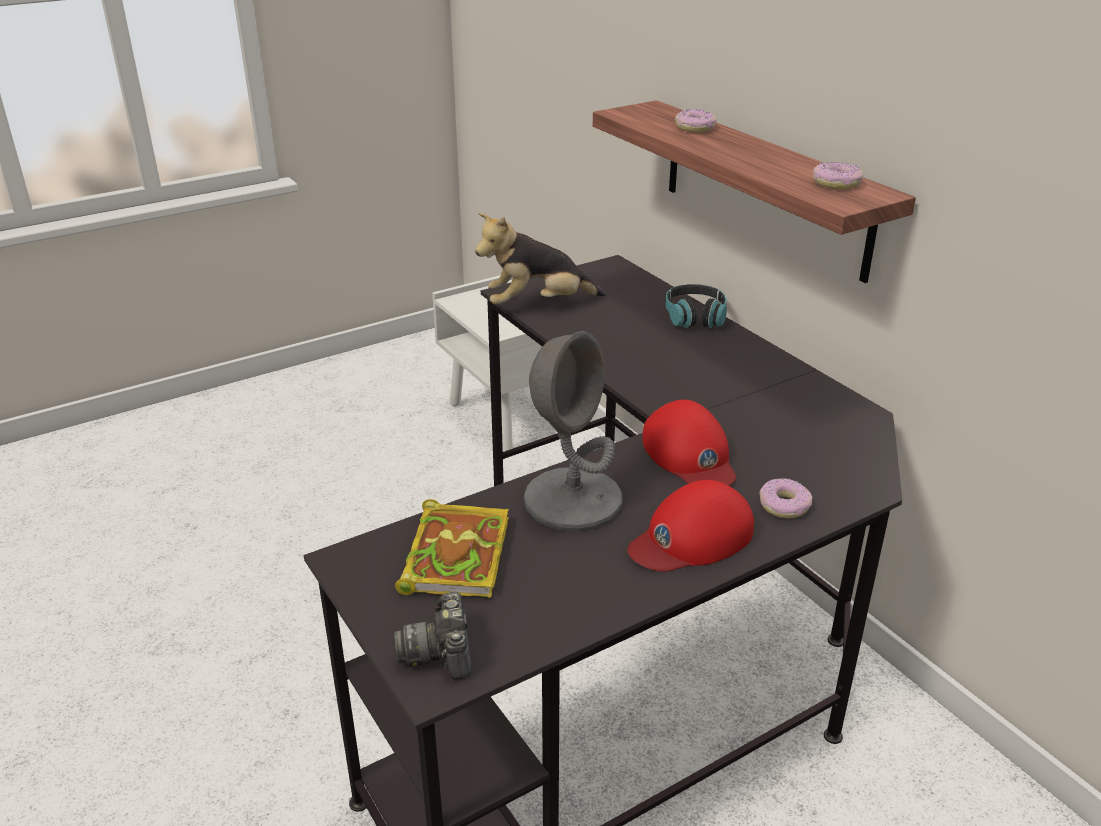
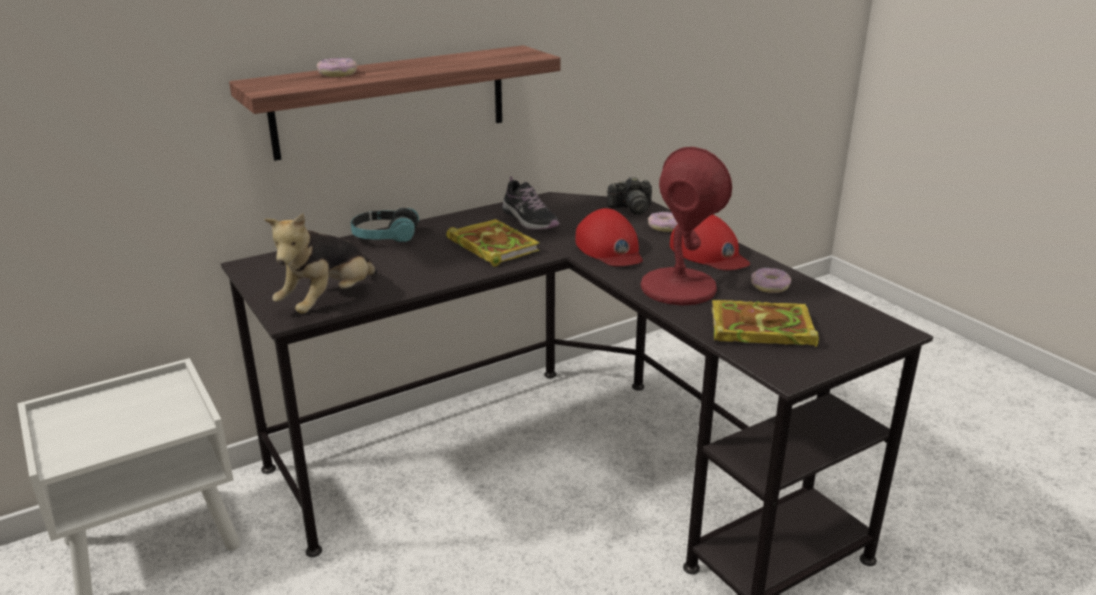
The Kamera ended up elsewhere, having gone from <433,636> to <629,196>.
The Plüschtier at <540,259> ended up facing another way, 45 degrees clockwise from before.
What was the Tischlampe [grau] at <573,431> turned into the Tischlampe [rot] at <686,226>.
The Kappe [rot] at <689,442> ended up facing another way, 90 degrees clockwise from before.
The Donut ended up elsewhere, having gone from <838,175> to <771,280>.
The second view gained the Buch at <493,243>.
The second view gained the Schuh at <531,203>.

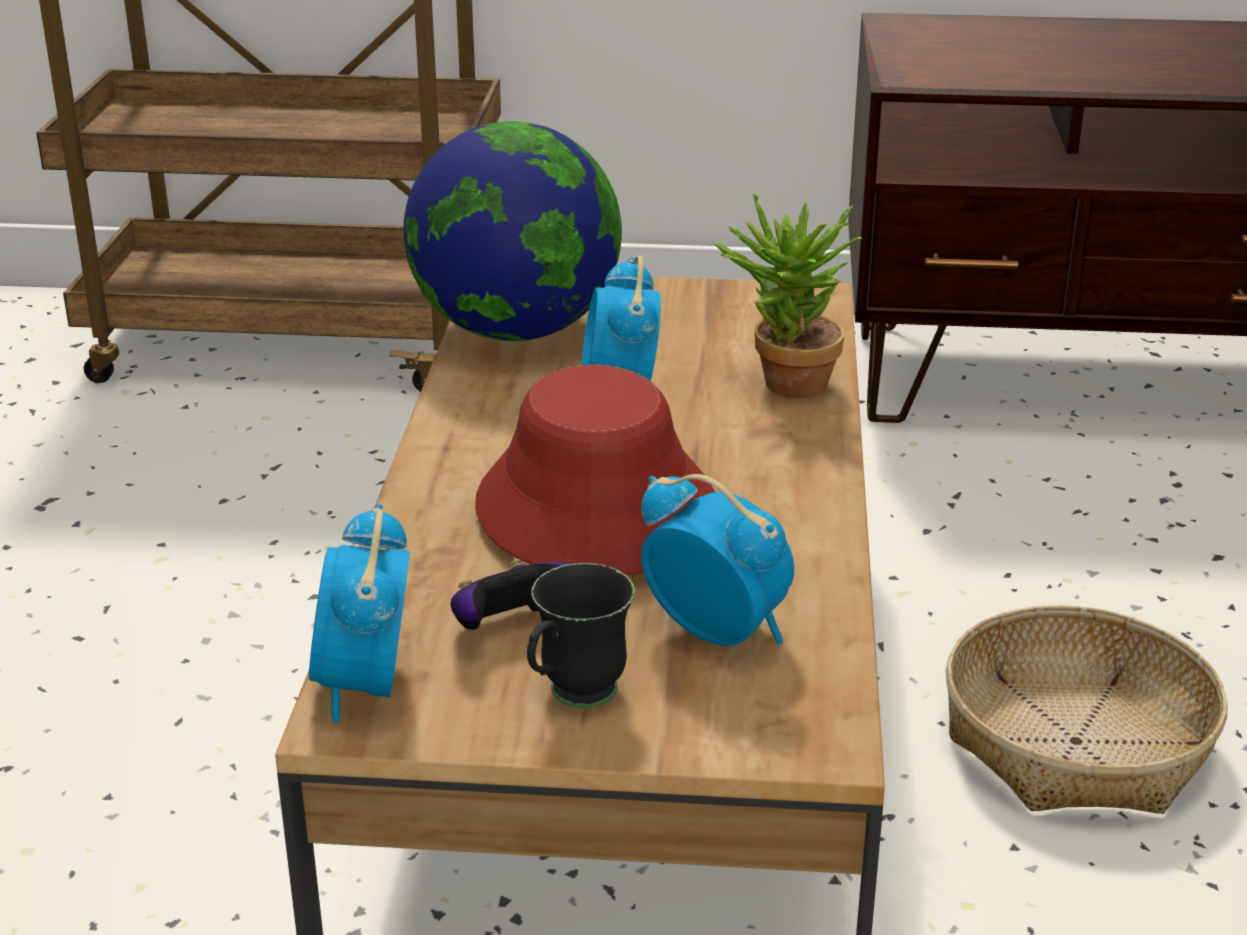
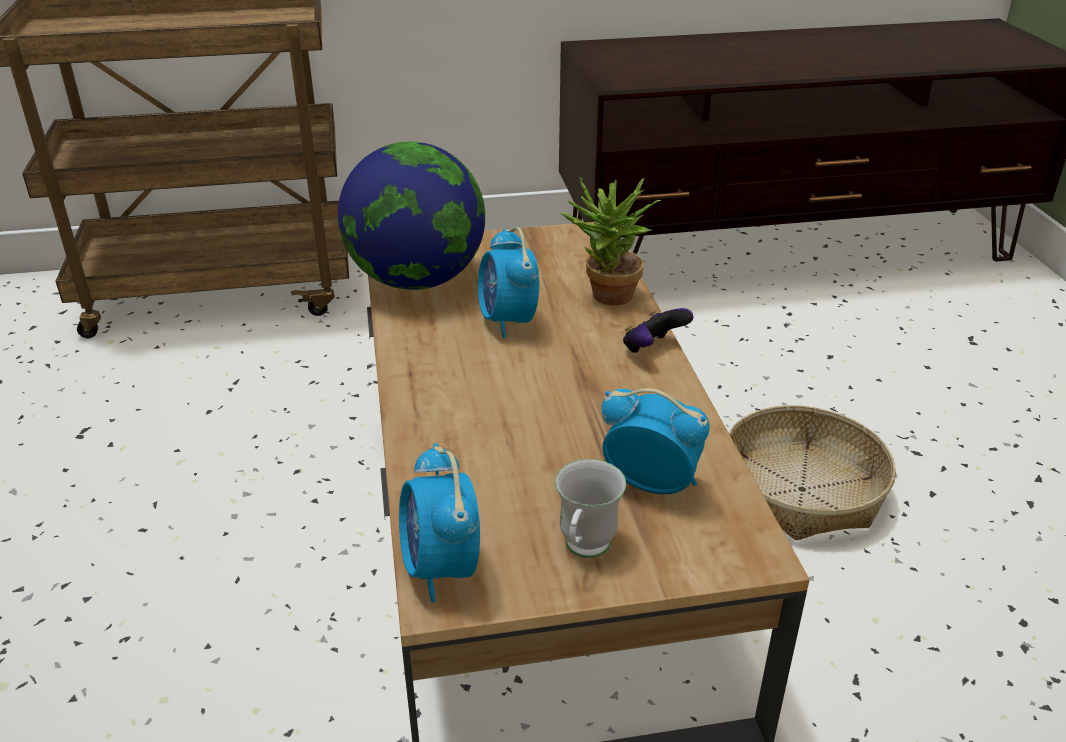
The Gamepad ended up elsewhere, having gone from <510,594> to <658,330>.
The second view lost the Hut [rot] at <595,470>.
What was the Henkelbecher [schwarz] at <581,635> turned into the Henkelbecher [weiß] at <590,508>.

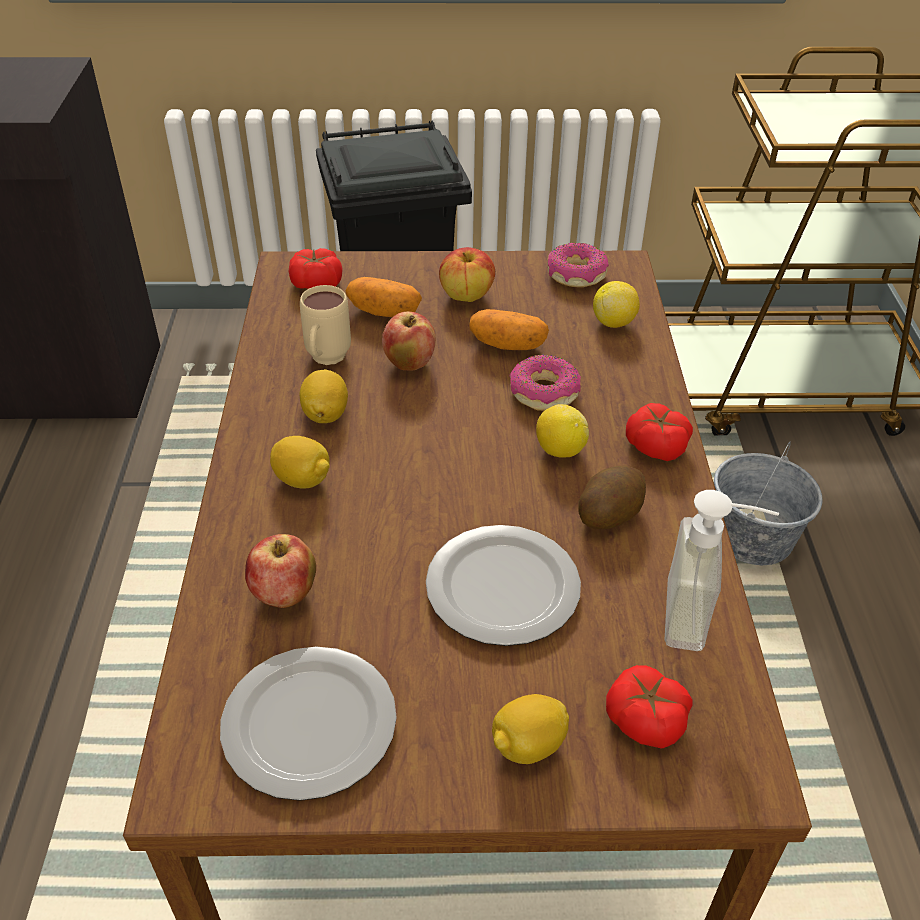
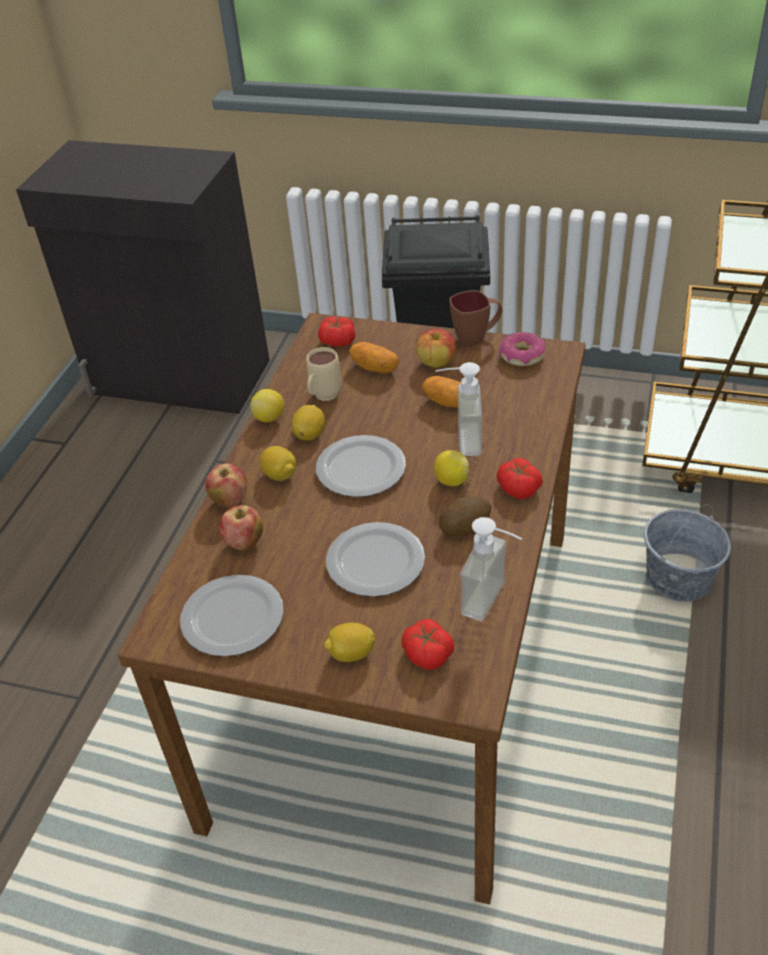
The Apfel ended up elsewhere, having gone from <409,341> to <226,485>.
Where the Donut stood at <545,383>, the Seifenspender came to stand at <458,409>.
The Zitrone ended up elsewhere, having gone from <616,304> to <267,405>.
The second view gained the Teller at <361,466>.
The second view gained the Henkelbecher [braun] at <476,318>.

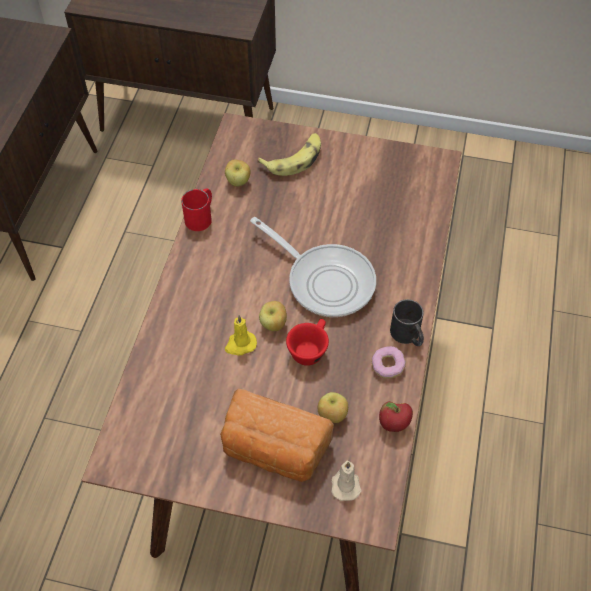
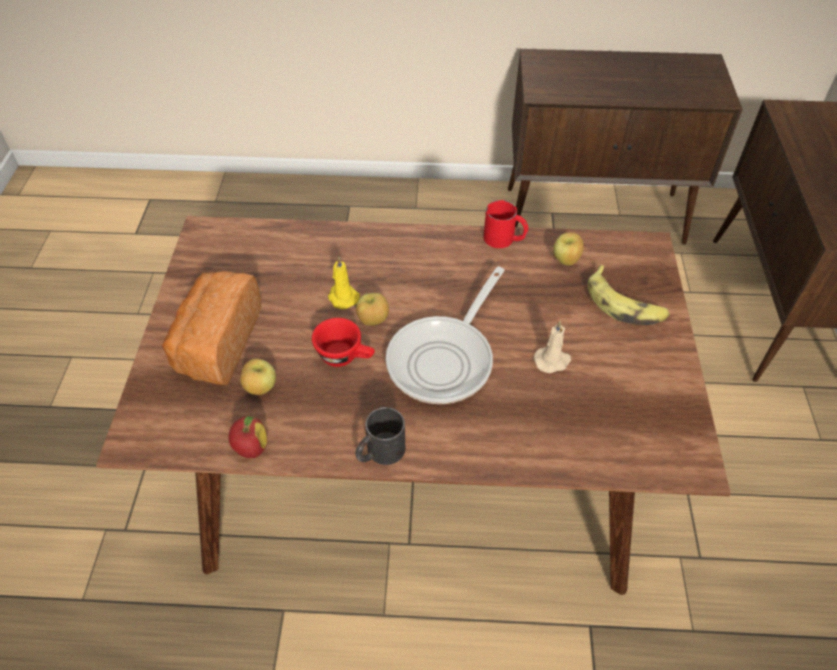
The Kerze [beige] ended up elsewhere, having gone from <346,480> to <552,347>.
The second view lost the Donut at <389,362>.

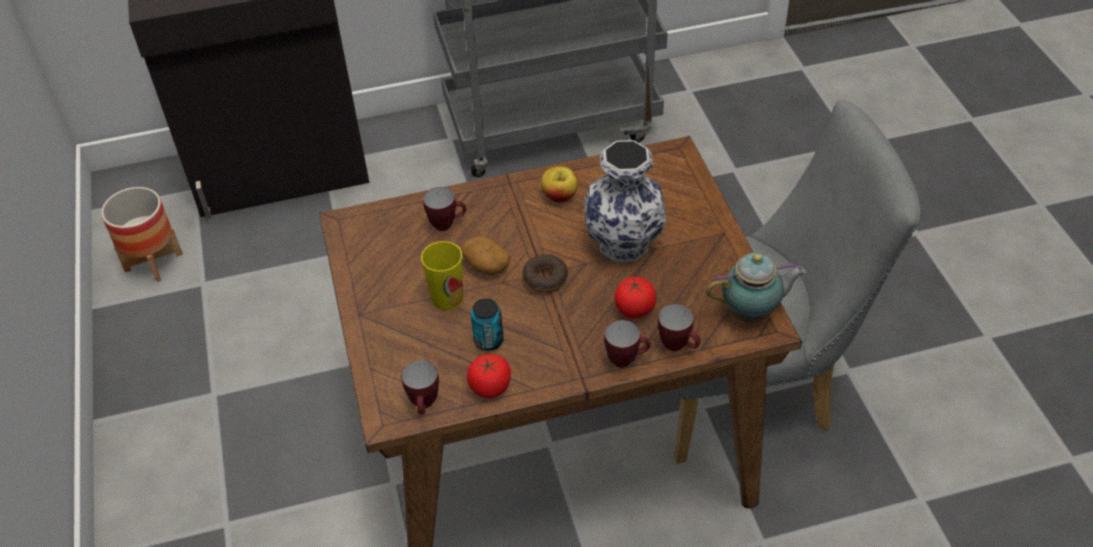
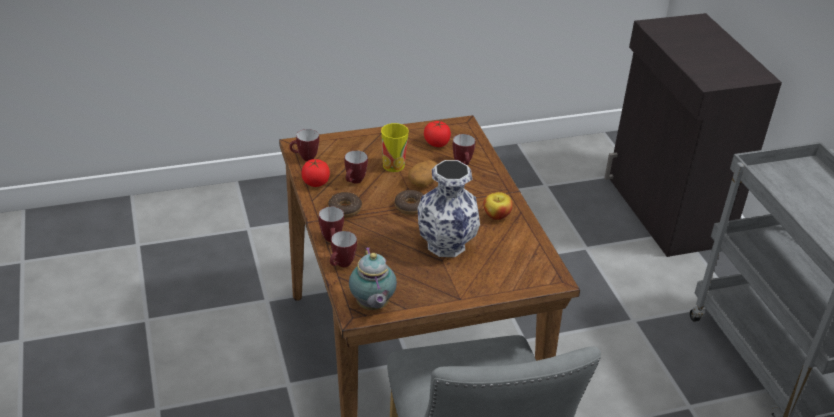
The second view lost the Pflanzkübel at <142,234>.
Where the Dose stood at <487,325>, the Henkelbecher came to stand at <356,167>.
The Tomate ended up elsewhere, having gone from <635,297> to <437,134>.
The second view gained the Donut at <345,204>.

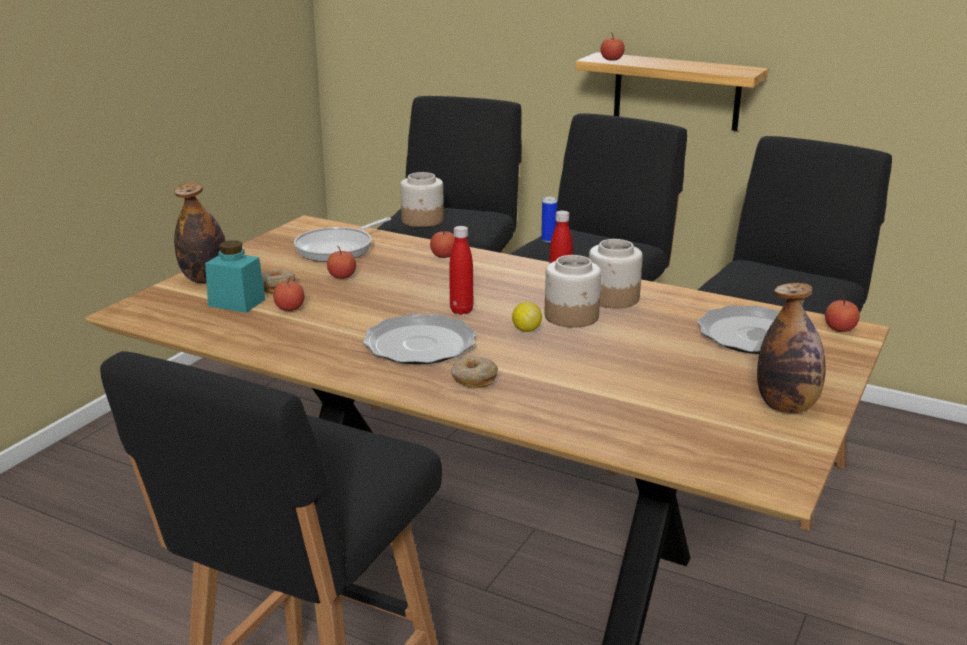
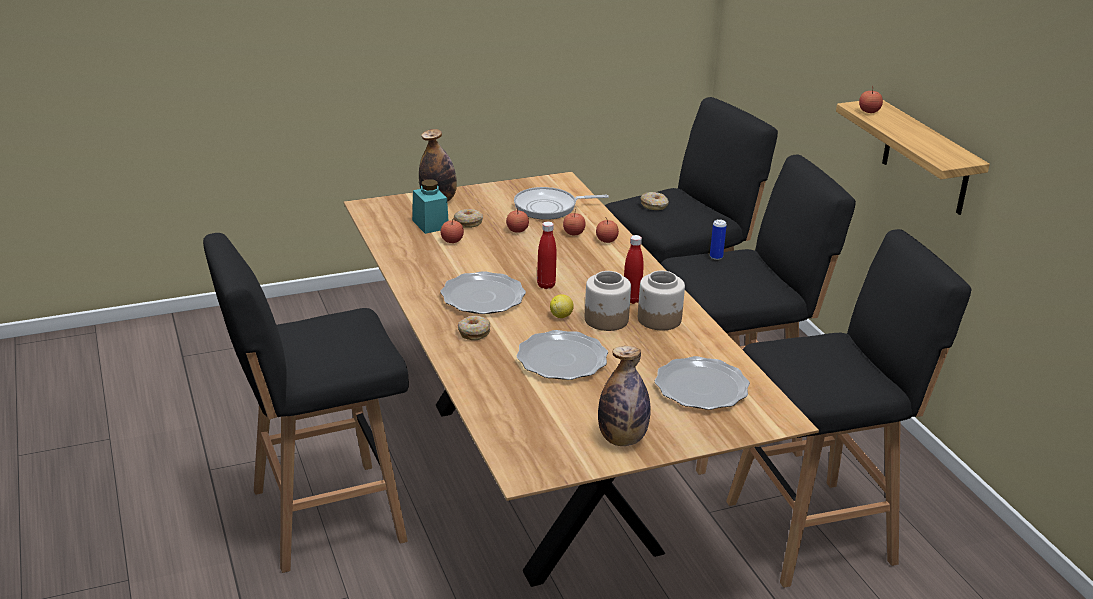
Where the Vorratsglas stood at <422,199>, the Donut came to stand at <654,201>.
The Apfel ended up elsewhere, having gone from <842,313> to <574,222>.
The second view gained the Teller at <562,355>.

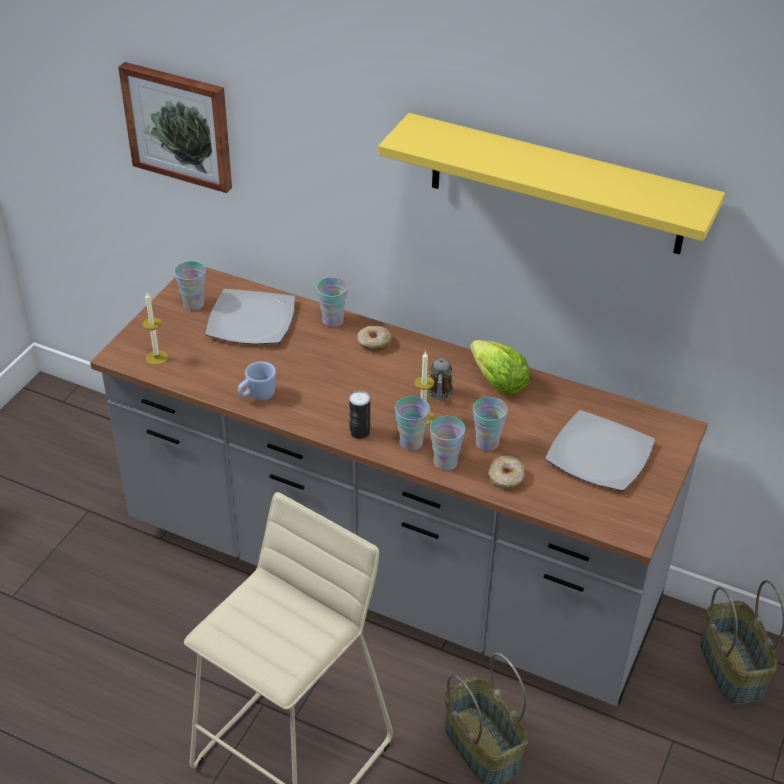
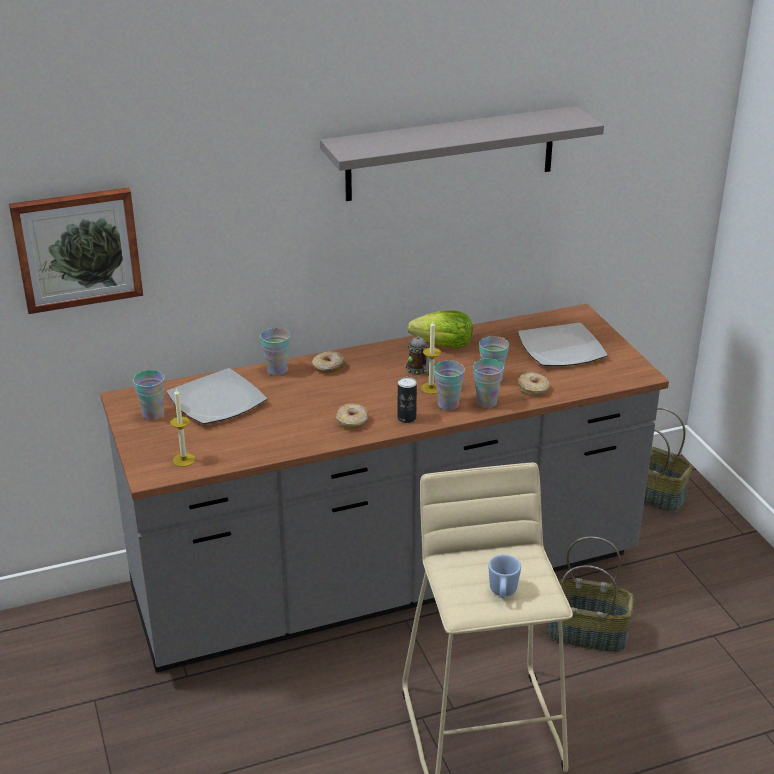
The Henkelbecher [blau] ended up elsewhere, having gone from <257,381> to <504,576>.
What was the Wandregal [gelb] at <551,184> turned into the Wandregal [grau] at <462,153>.
The second view gained the Donut at <352,416>.

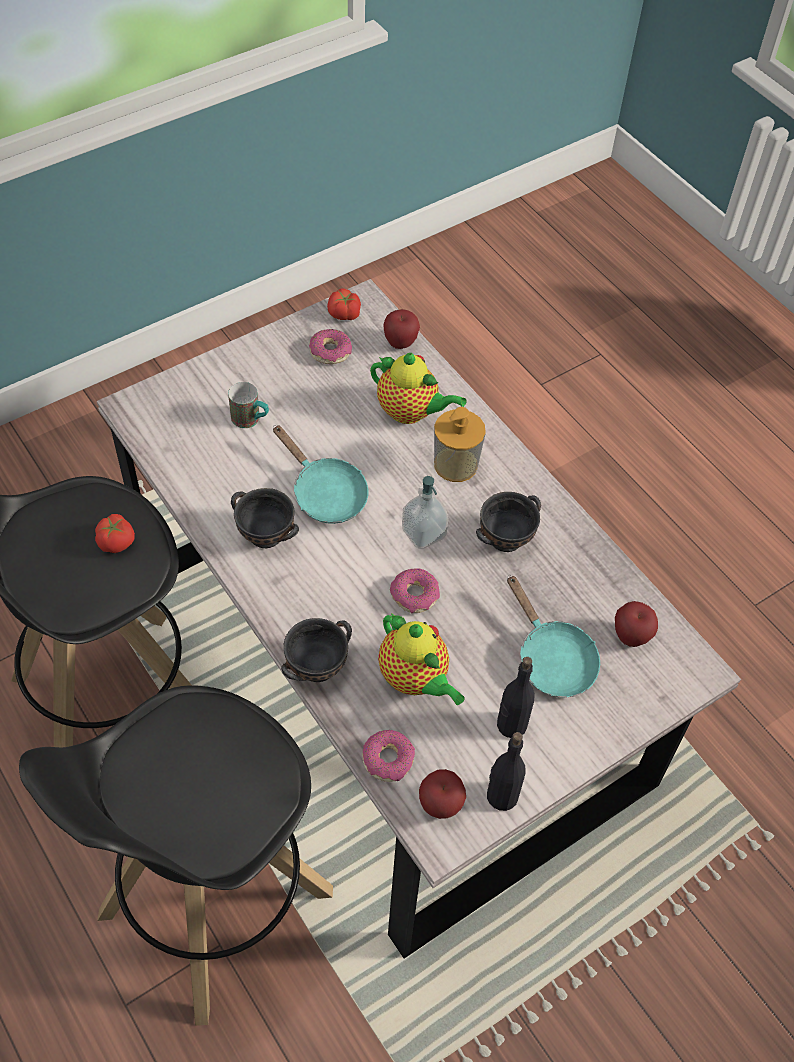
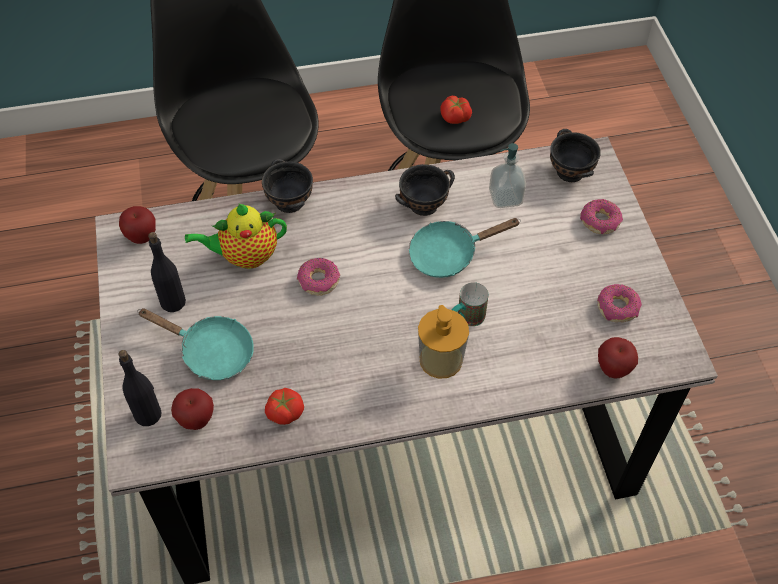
The Henkelbecher ended up elsewhere, having gone from <248,405> to <470,304>.
The Tomate ended up elsewhere, having gone from <344,304> to <284,406>.
The Donut ended up elsewhere, having gone from <389,756> to <601,216>.
The second view lost the Teekanne at <418,388>.
The Seifenspender ended up elsewhere, having gone from <425,512> to <507,175>.
The Schüssel [schwarz] ended up elsewhere, having gone from <508,522> to <575,155>.
The Flasche [schwarz] ended up elsewhere, having gone from <506,771> to <140,388>.
The Pfanne [türkis] at <553,636> ended up facing another way, 150 degrees counterclockwise from before.

